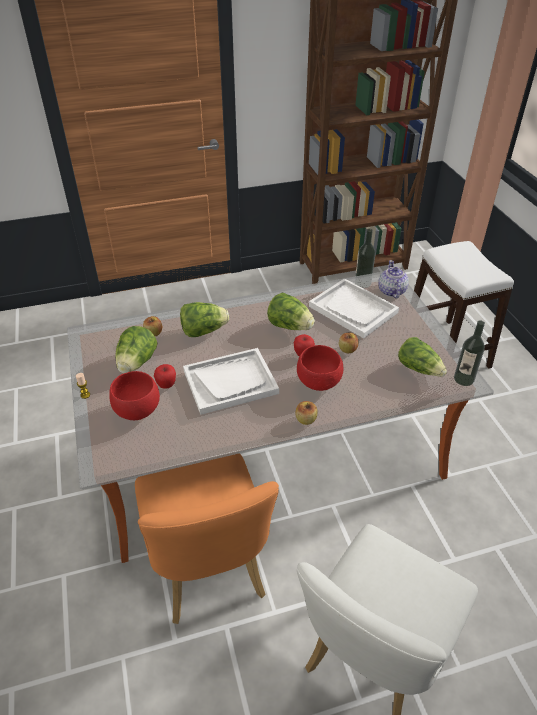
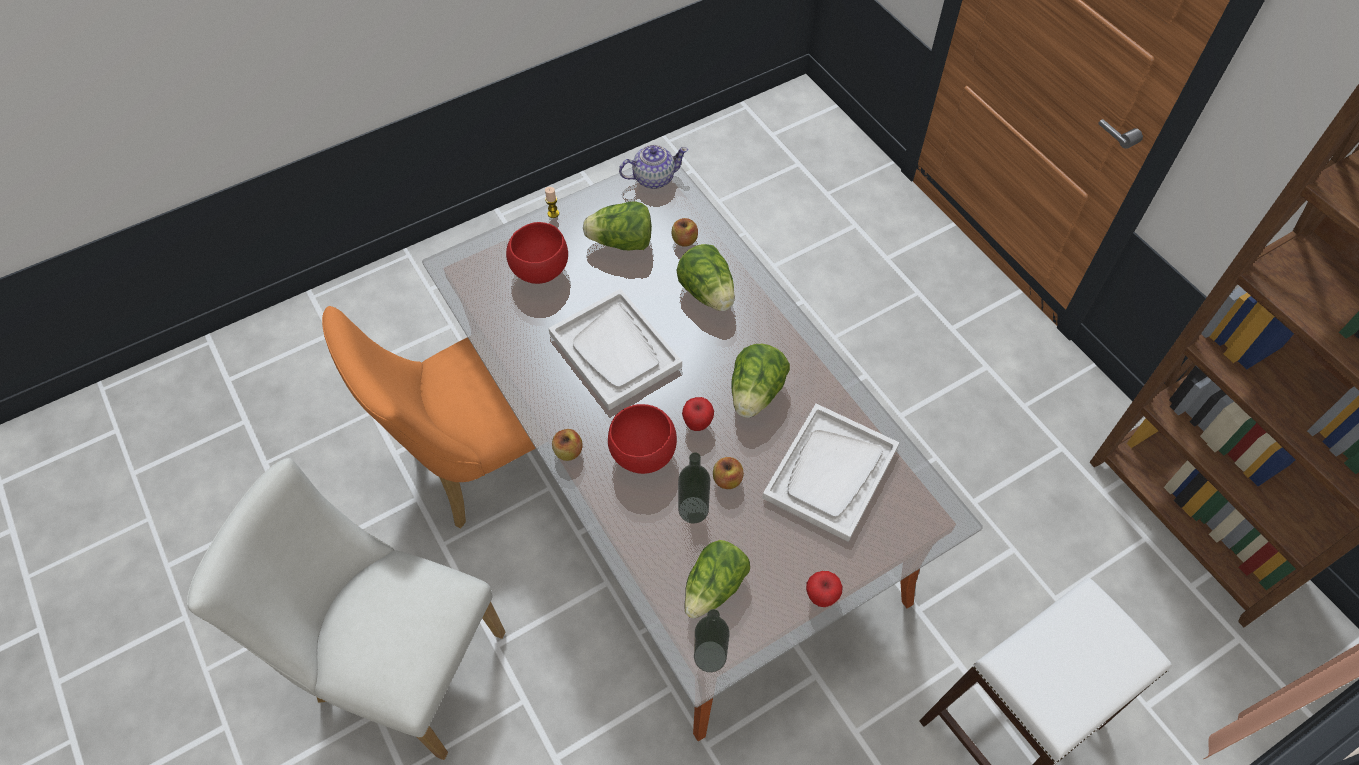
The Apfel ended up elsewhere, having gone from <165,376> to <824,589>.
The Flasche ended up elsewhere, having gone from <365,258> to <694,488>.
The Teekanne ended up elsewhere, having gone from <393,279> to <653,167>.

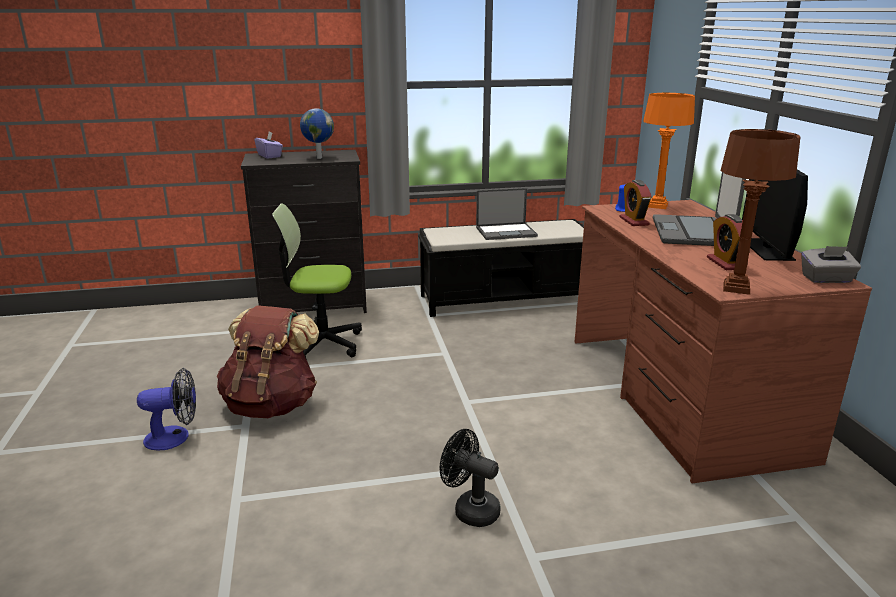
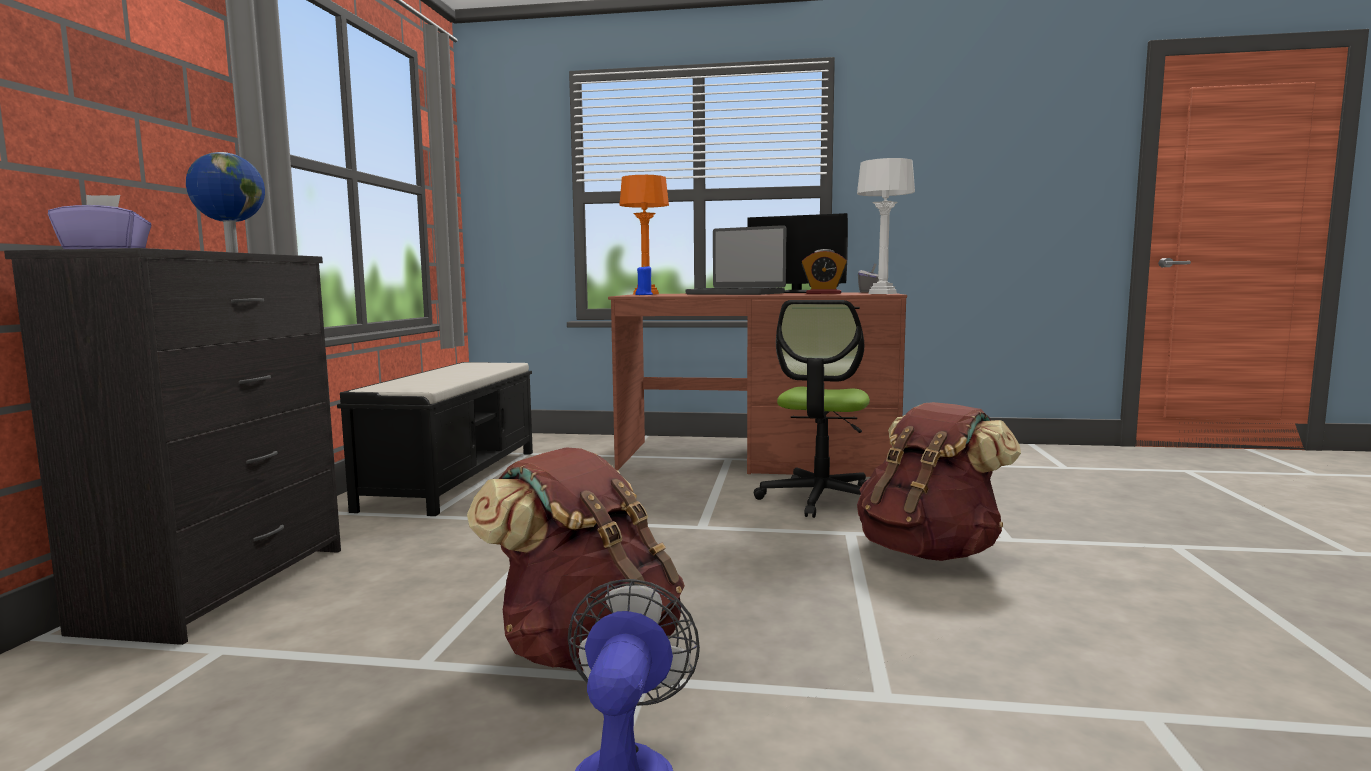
The Bürostuhl ended up elsewhere, having gone from <317,281> to <812,409>.
Where the Ventilator [schwarz] stood at <470,478>, the Rucksack [braun] came to stand at <939,481>.
The second view lost the Laptop at <507,214>.
The second view lost the Wecker at <635,203>.
What was the Tischlampe [braun] at <760,212> turned into the Tischlampe [weiß] at <886,226>.

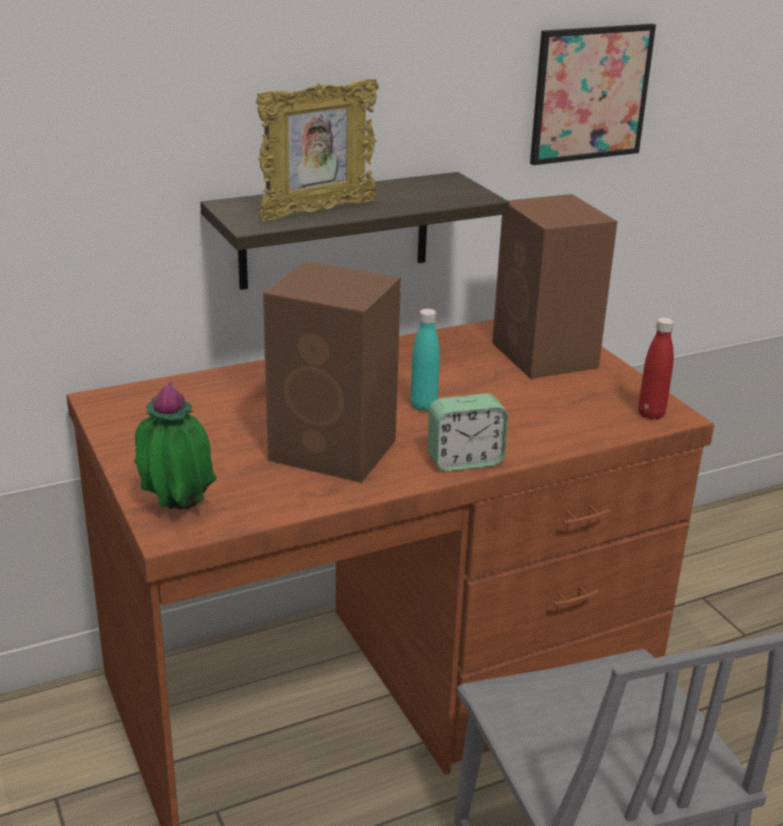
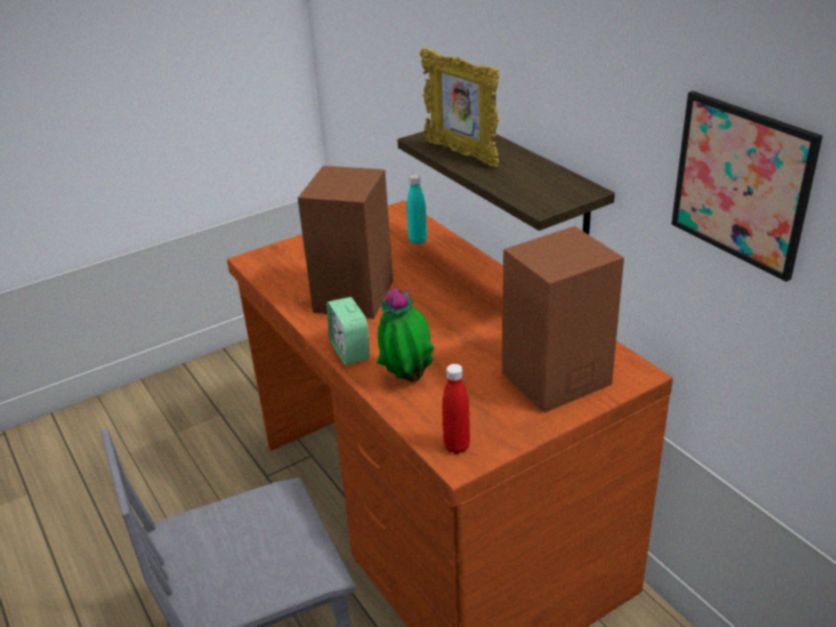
The Topfpflanze ended up elsewhere, having gone from <176,445> to <405,335>.
The Flasche [türkis] ended up elsewhere, having gone from <425,360> to <417,209>.

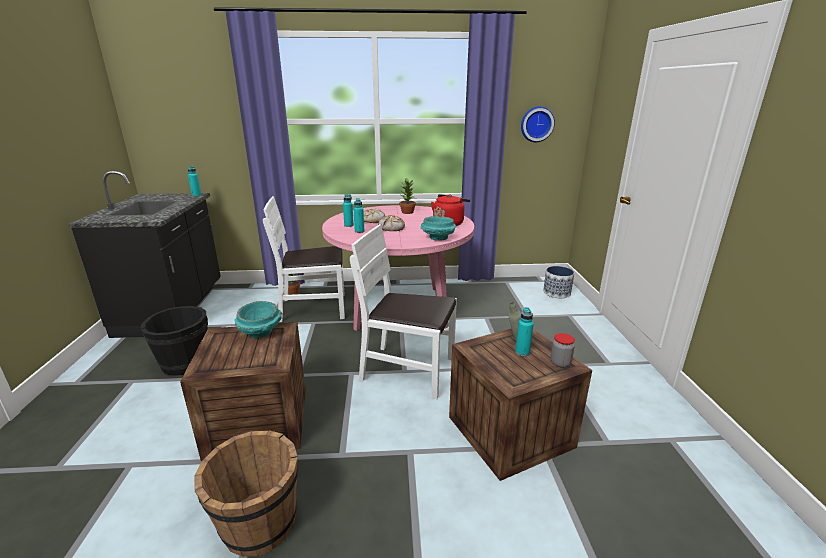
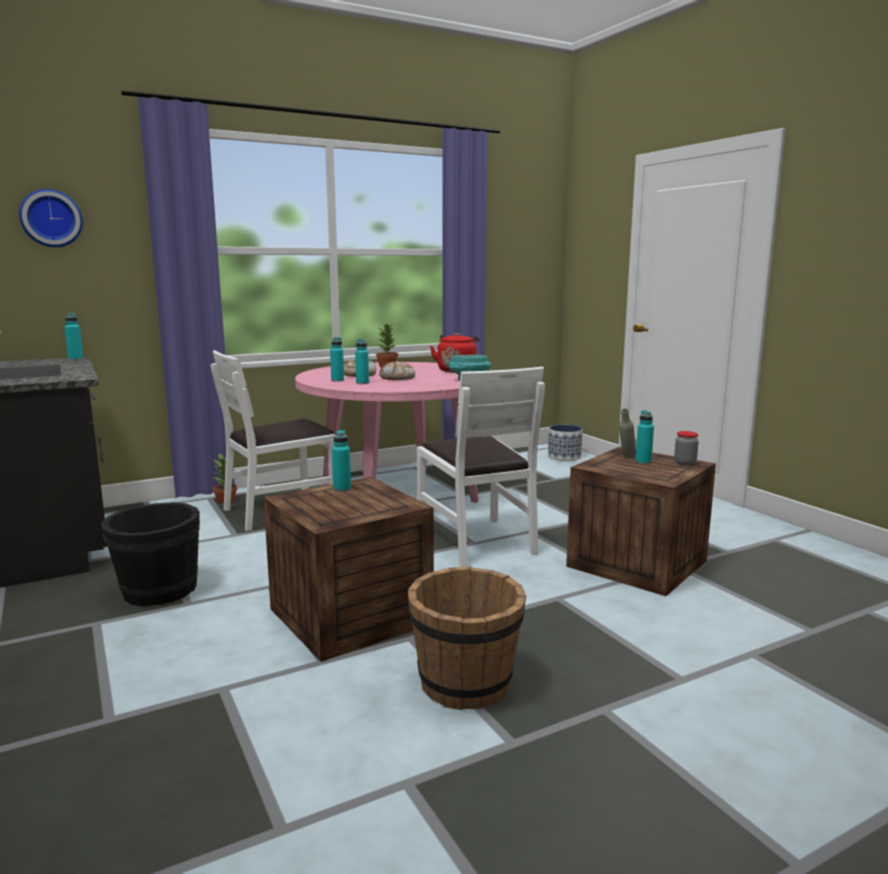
Where the Schüssel [türkis] stood at <258,319>, the Flasche [türkis] came to stand at <341,461>.
The Stuhl [weiß] at <403,311> ended up facing another way, 105 degrees counterclockwise from before.
The Wanduhr ended up elsewhere, having gone from <538,124> to <51,218>.

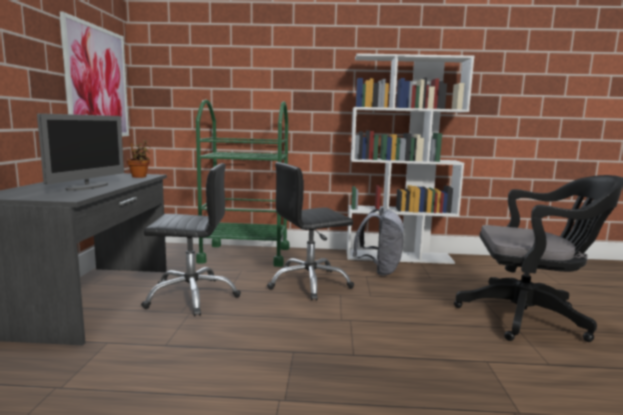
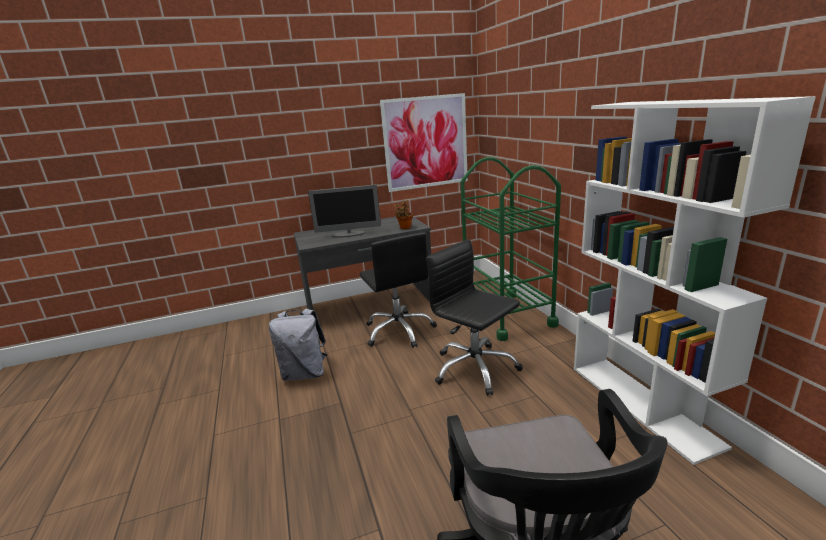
The Rucksack [grau] ended up elsewhere, having gone from <379,241> to <298,345>.

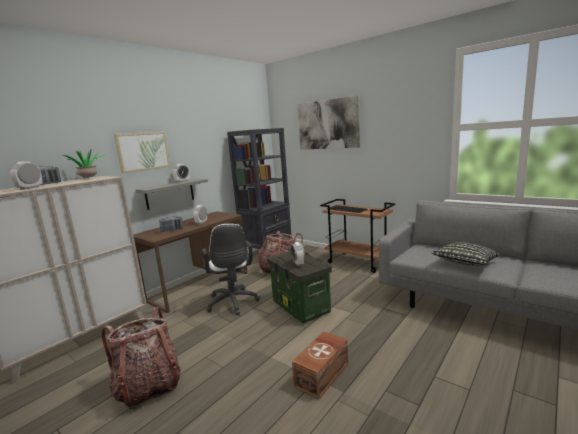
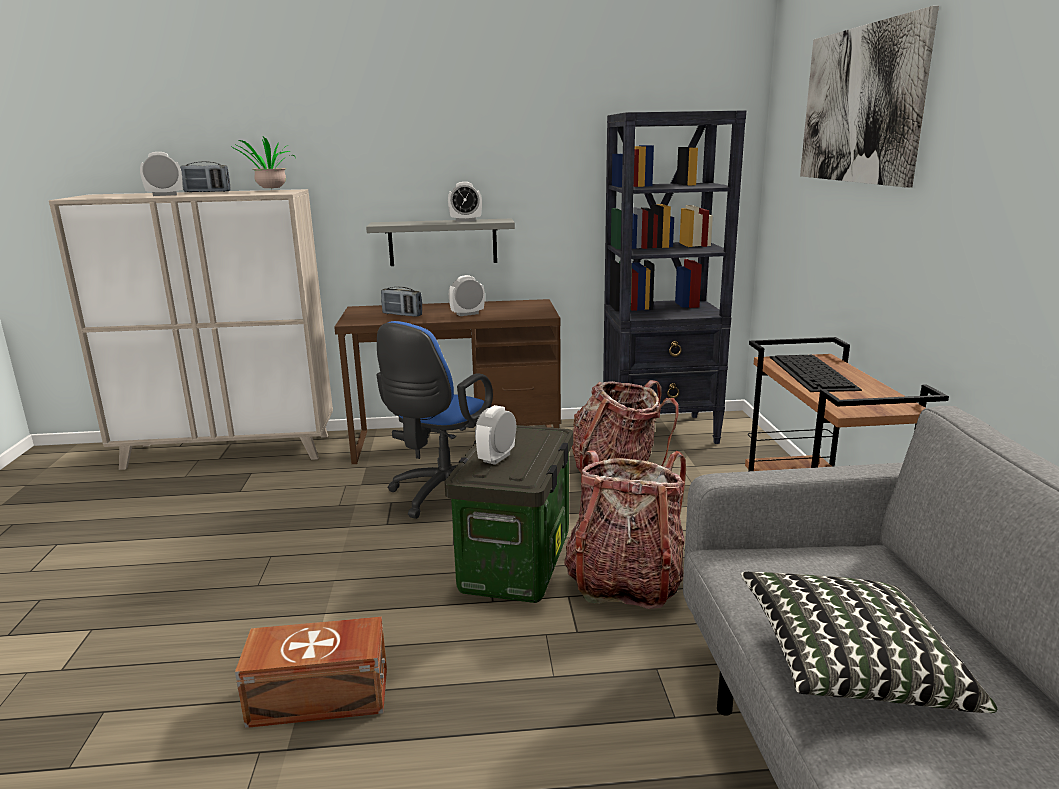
The Rucksack ended up elsewhere, having gone from <141,358> to <625,529>.
The second view lost the Bild at <142,152>.
What was the Bürostuhl [weiß] at <231,269> turned into the Bürostuhl [blau] at <435,420>.

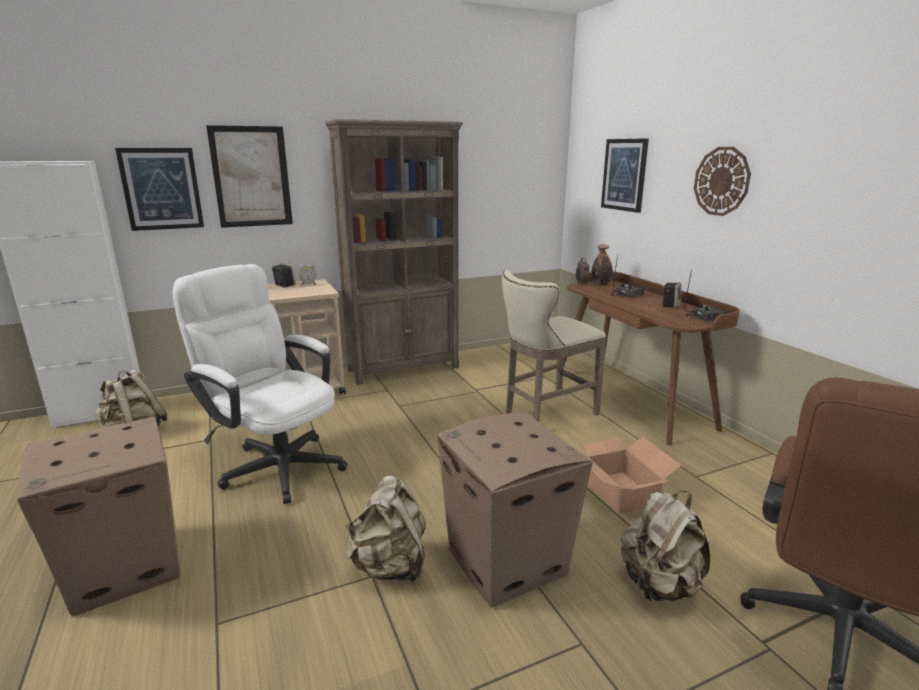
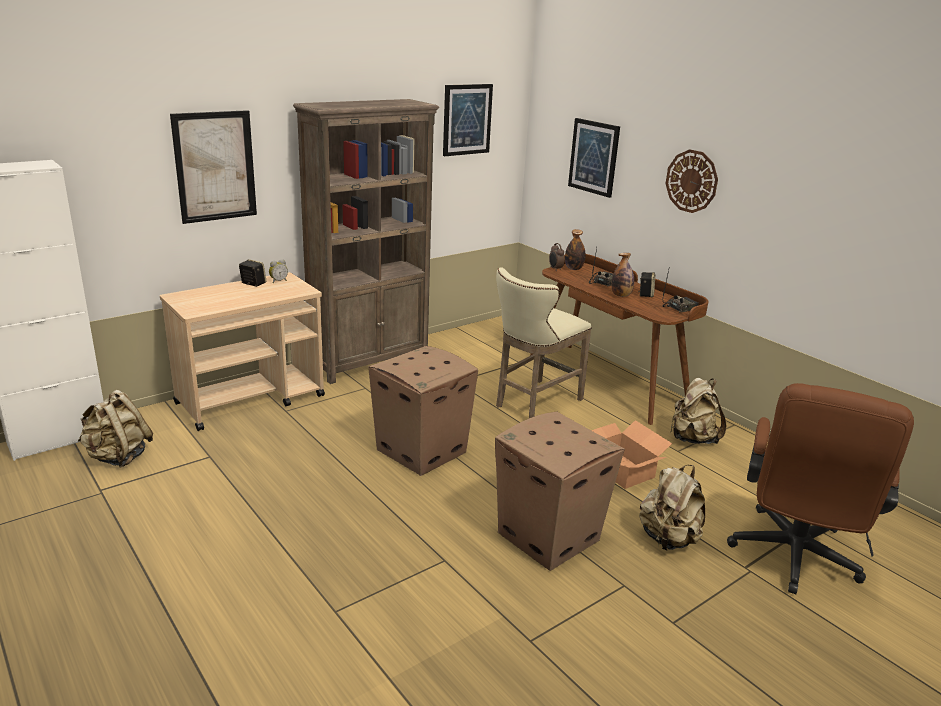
The Karton ended up elsewhere, having gone from <99,517> to <423,411>.
The Bild ended up elsewhere, having gone from <159,189> to <468,120>.
The second view lost the Bürostuhl [weiß] at <260,384>.
The Rucksack [beige] ended up elsewhere, having gone from <386,529> to <698,411>.
The second view gained the Flasche at <623,275>.

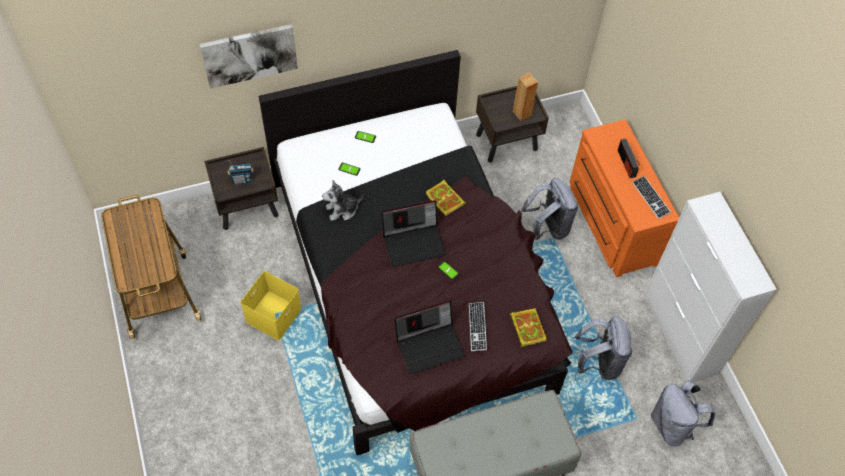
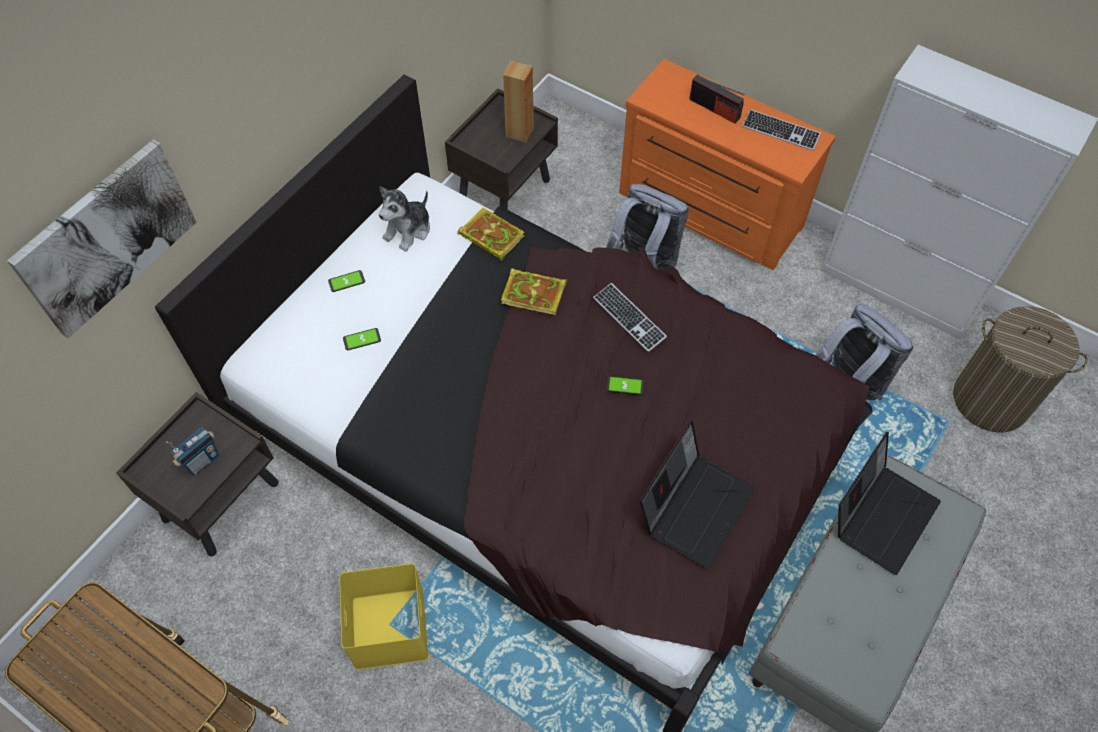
The Plüschtier ended up elsewhere, having gone from <342,200> to <404,219>.
The Laptop ended up elsewhere, having gone from <413,233> to <889,503>.
The Tastatur ended up elsewhere, having gone from <478,326> to <630,317>.
The Buch ended up elsewhere, having gone from <528,327> to <490,234>.
Where the Rucksack [grau] stood at <683,413>, the Wäschekorb came to stand at <1020,369>.

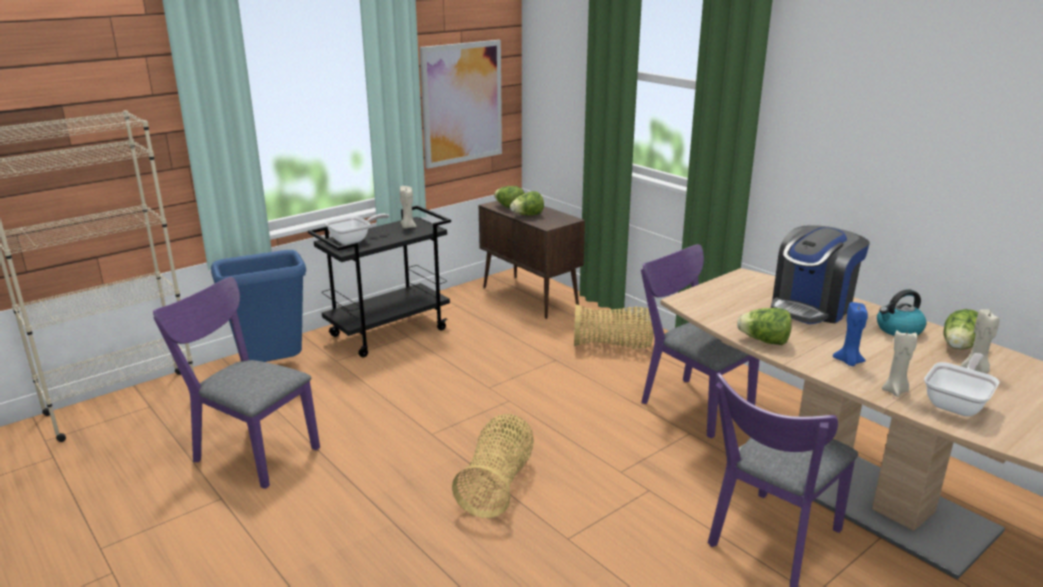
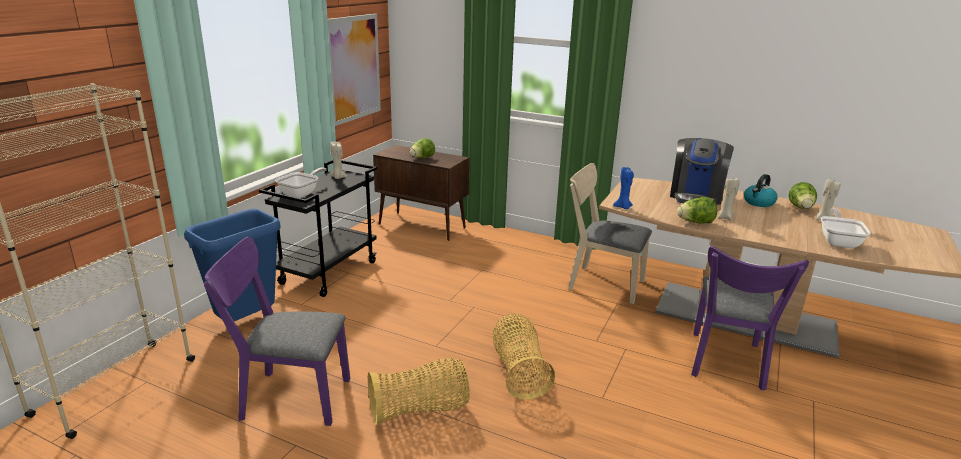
The second view lost the Salatkopf at <509,197>.
The Korb ended up elsewhere, having gone from <614,326> to <419,392>.
What was the Stuhl [lila] at <700,341> turned into the Stuhl [beige] at <610,233>.
The Kerze [blau] ended up elsewhere, having gone from <850,334> to <623,188>.
The Kerze [beige] ended up elsewhere, having gone from <899,363> to <729,198>.

